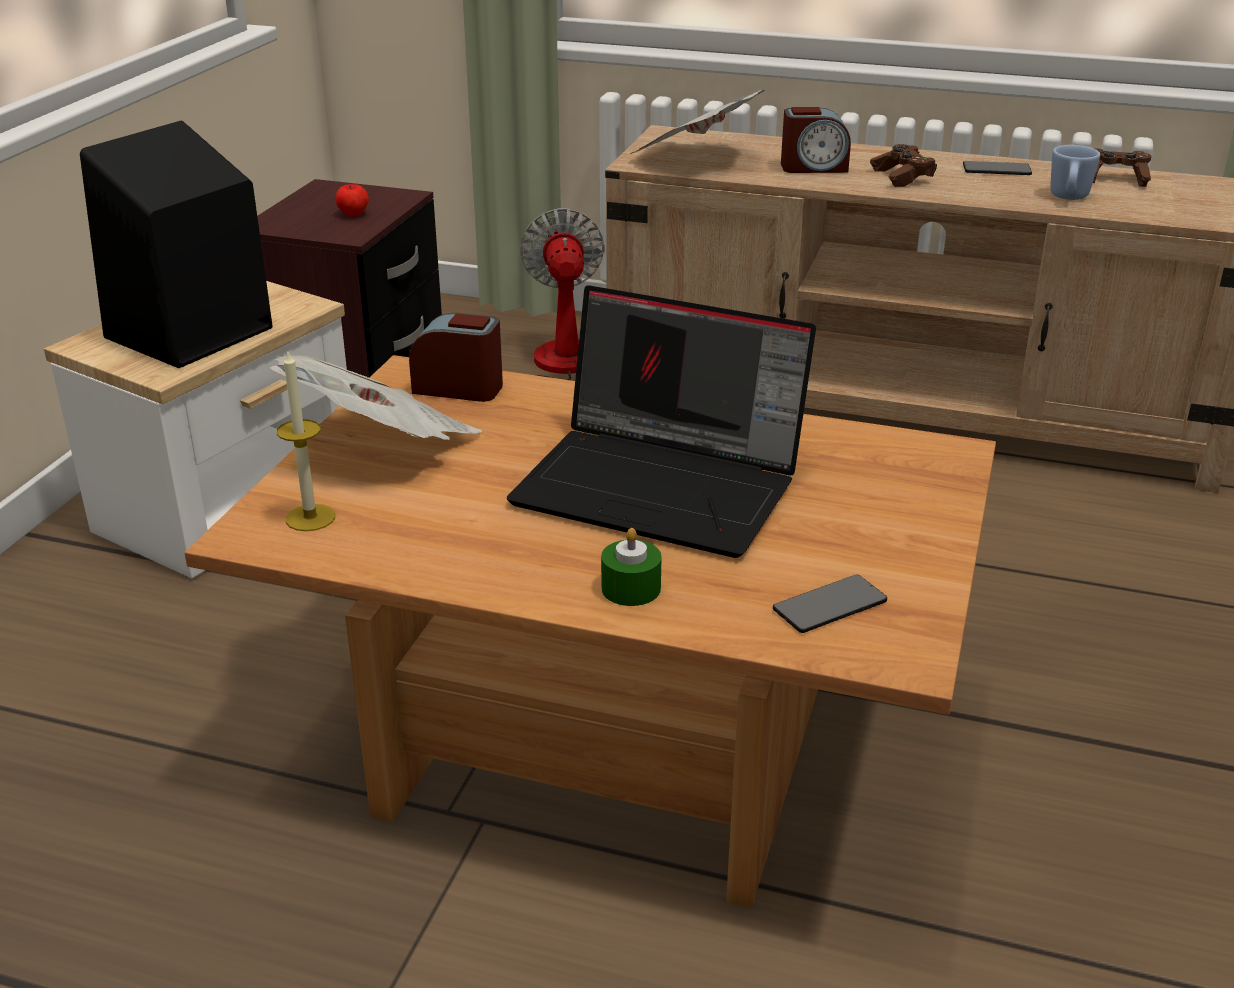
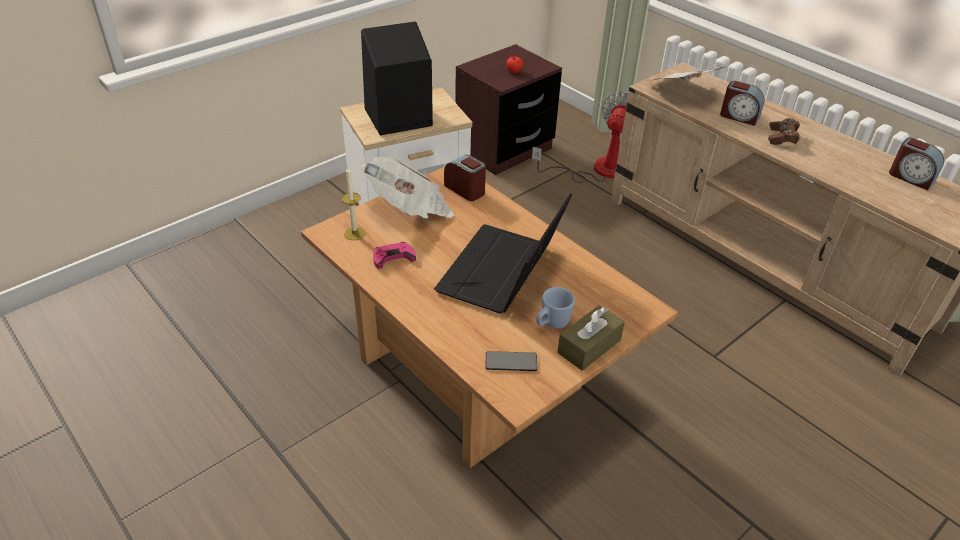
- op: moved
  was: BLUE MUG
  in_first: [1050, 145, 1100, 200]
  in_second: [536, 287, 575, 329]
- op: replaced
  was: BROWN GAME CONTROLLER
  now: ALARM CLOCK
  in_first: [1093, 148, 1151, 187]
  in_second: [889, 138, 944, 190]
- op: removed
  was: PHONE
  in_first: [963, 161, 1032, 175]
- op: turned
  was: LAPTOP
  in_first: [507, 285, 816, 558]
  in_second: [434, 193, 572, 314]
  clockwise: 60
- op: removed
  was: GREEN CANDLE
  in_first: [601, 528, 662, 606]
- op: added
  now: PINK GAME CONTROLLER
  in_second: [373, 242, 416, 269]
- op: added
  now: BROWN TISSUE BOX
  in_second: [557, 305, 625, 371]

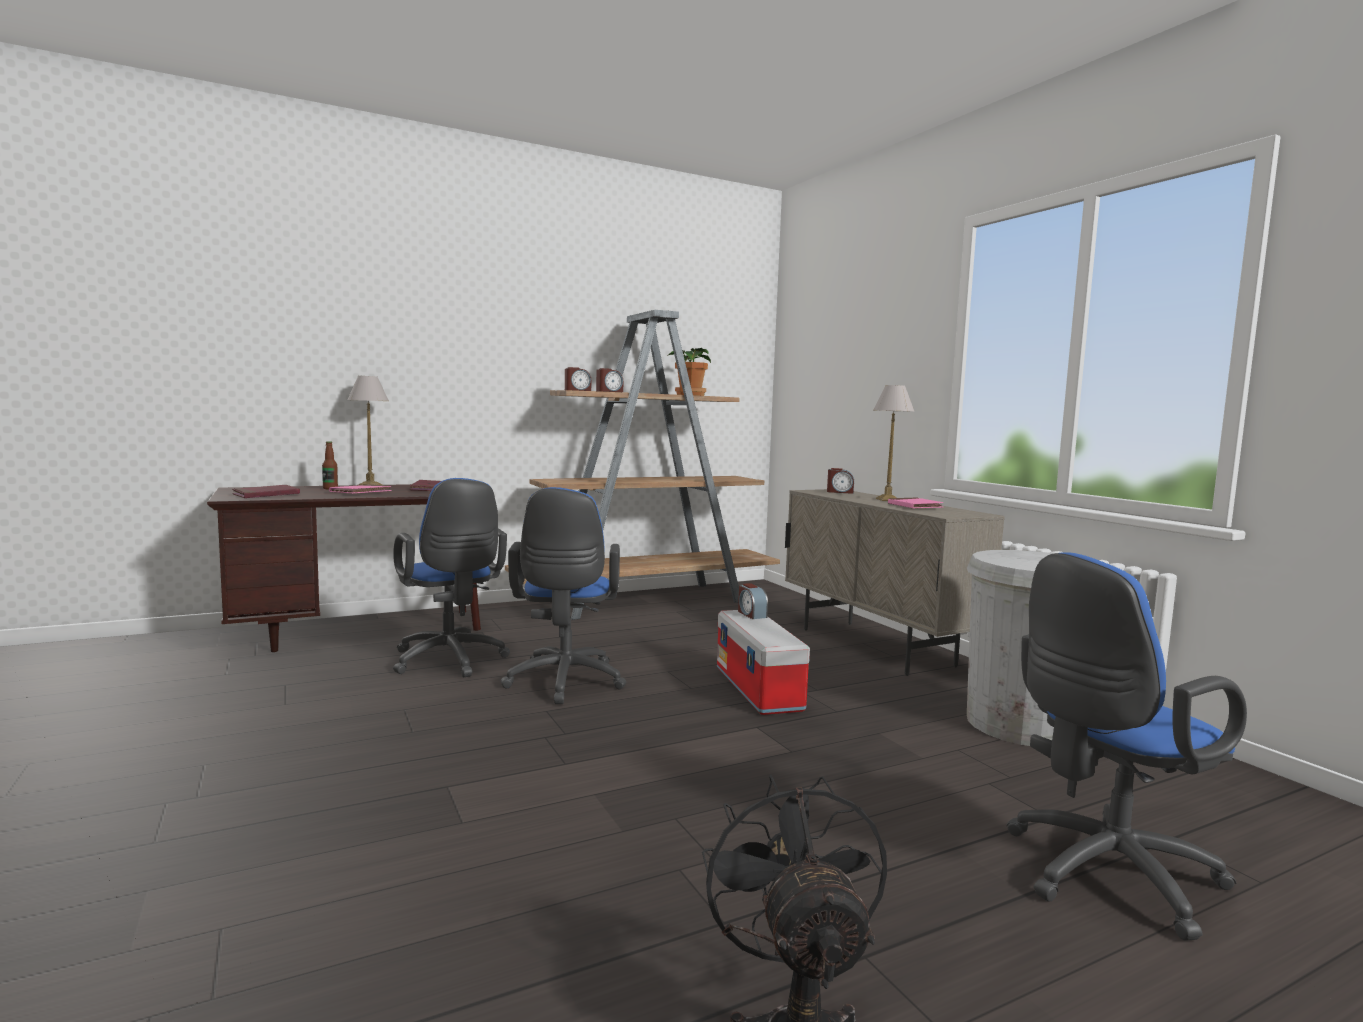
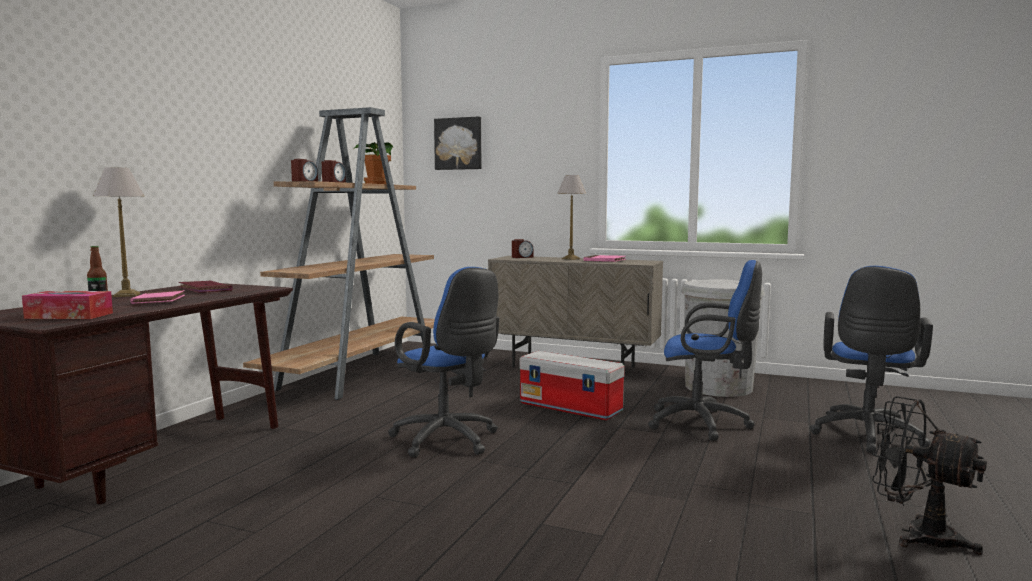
- op: moved
  was: BLUE OFFICE CHAIR
  in_first: [393, 478, 510, 677]
  in_second: [648, 260, 762, 441]
- op: replaced
  was: RED BOOK
  now: TISSUE BOX
  in_first: [232, 485, 300, 498]
  in_second: [22, 291, 113, 319]
- op: removed
  was: ALARM CLOCK
  in_first: [738, 583, 768, 619]
- op: added
  now: PICTURE
  in_second: [434, 116, 481, 170]

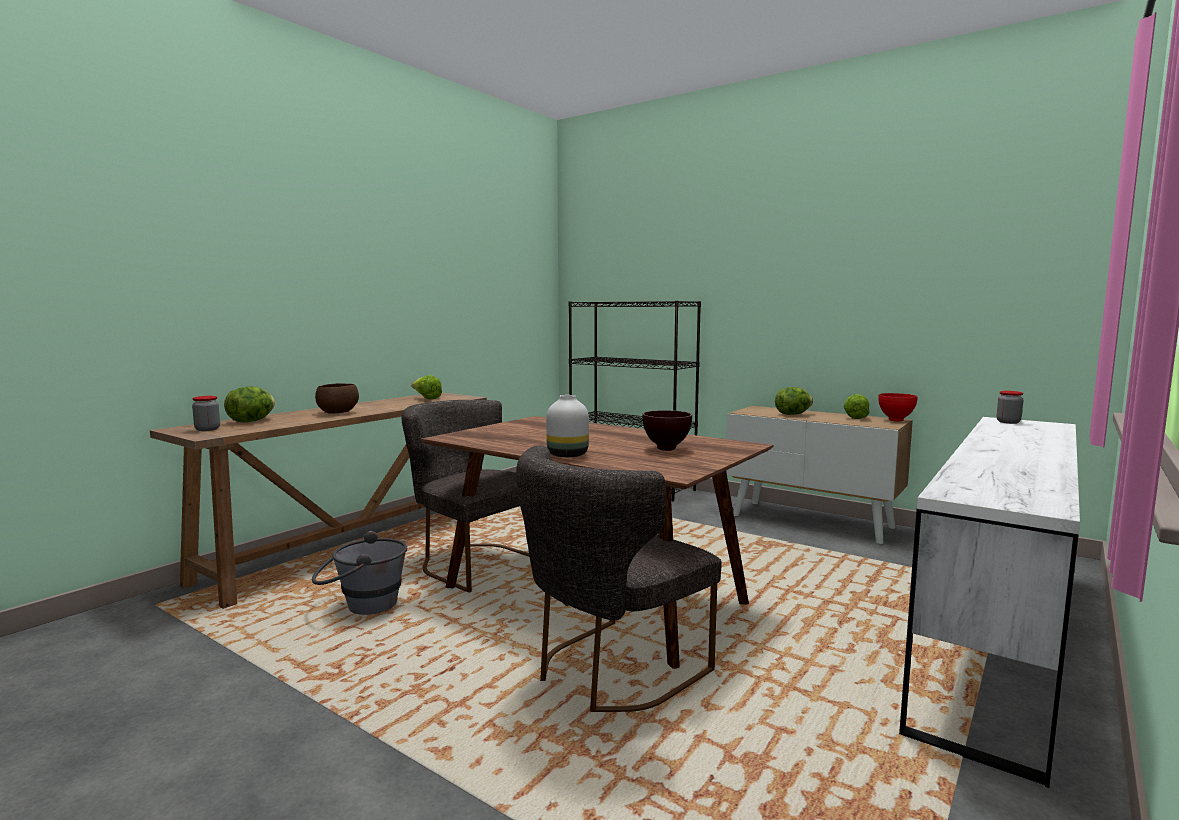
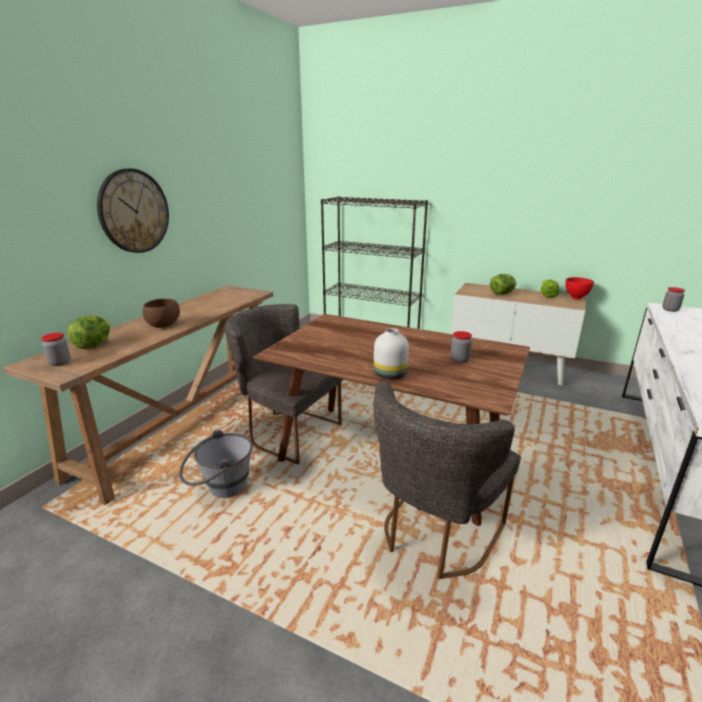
- op: removed
  was: LETTUCE
  in_first: [411, 375, 442, 400]
- op: replaced
  was: BROWN BOWL
  now: JAR
  in_first: [642, 410, 692, 451]
  in_second: [451, 331, 472, 363]
- op: added
  now: WALL CLOCK
  in_second: [97, 168, 169, 253]

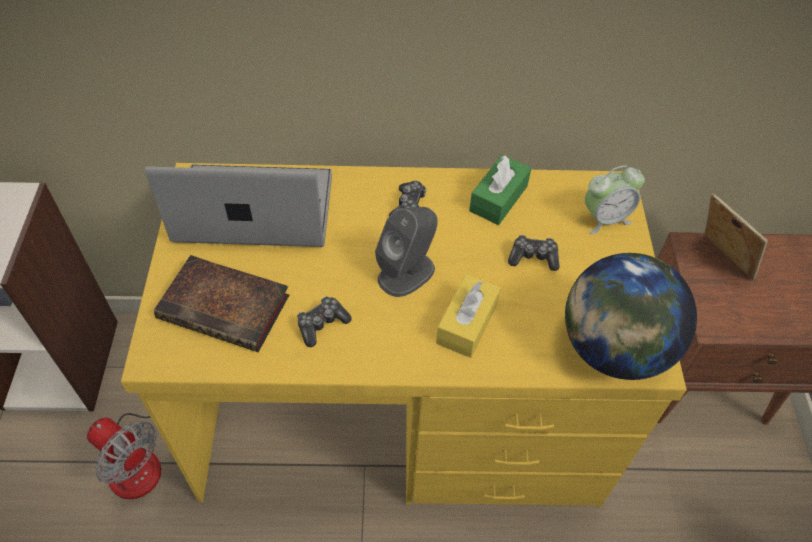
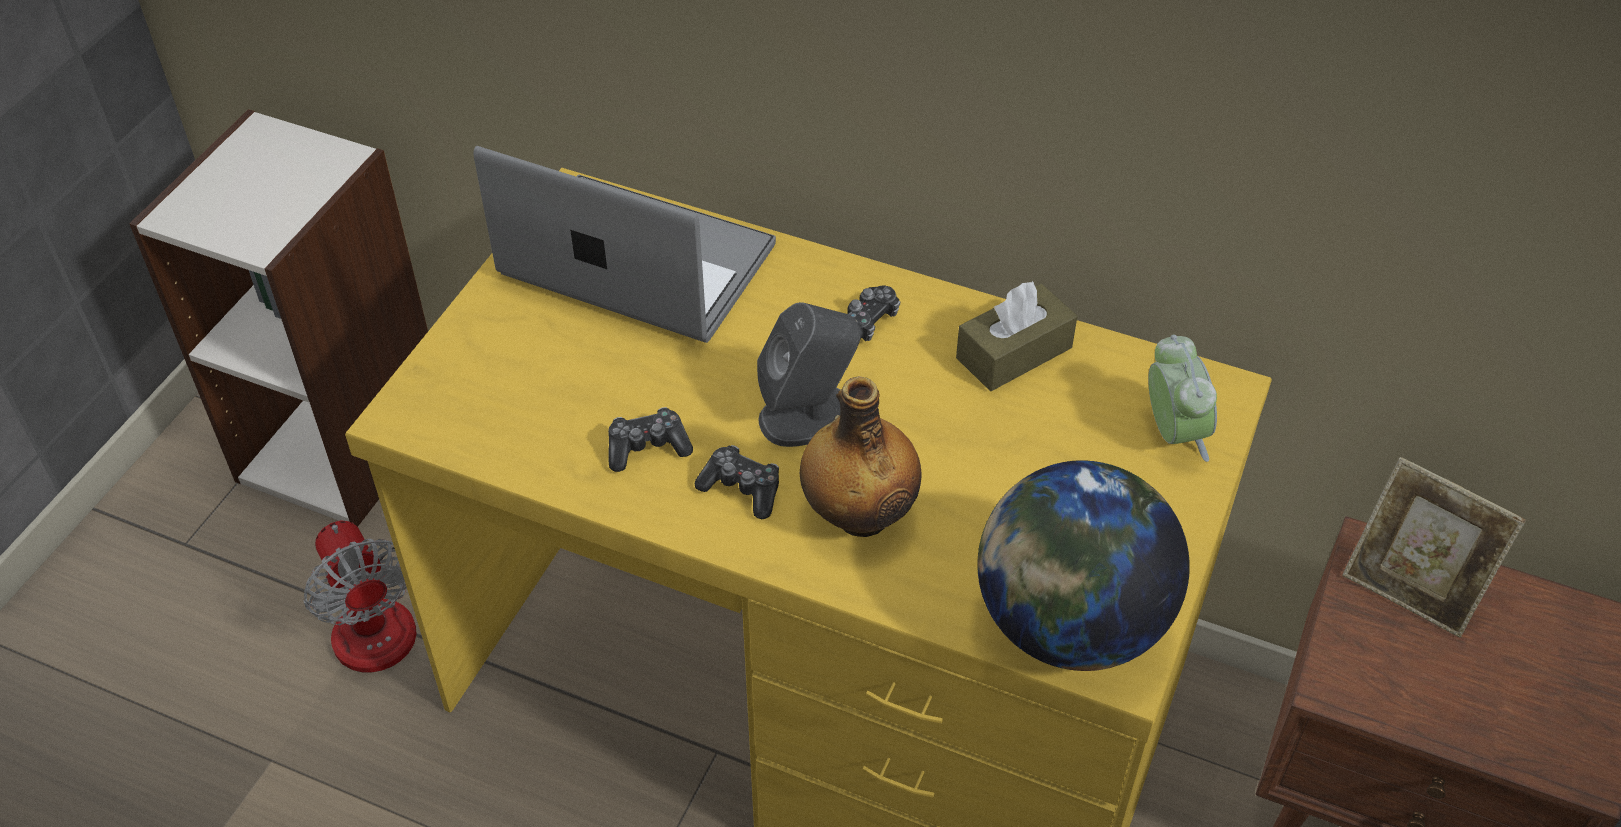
- op: recoloured
  was: GREEN TISSUE BOX
  now: BROWN TISSUE BOX
  in_first: [469, 155, 531, 225]
  in_second: [956, 281, 1077, 391]
- op: turned
  was: ALARM CLOCK
  in_first: [585, 165, 645, 234]
  in_second: [1148, 335, 1217, 462]
  clockwise: -105
- op: turned
  was: PICTURE FRAME
  in_first: [704, 193, 768, 280]
  in_second: [1342, 457, 1526, 638]
  clockwise: 135
- op: moved
  was: GAME CONTROLLER
  in_first: [508, 235, 560, 271]
  in_second: [695, 445, 779, 519]
- op: removed
  was: BOOK
  in_first: [154, 255, 289, 352]
- op: replaced
  was: YELLOW TISSUE BOX
  now: BOTTLE
  in_first: [436, 274, 501, 358]
  in_second: [800, 376, 921, 537]

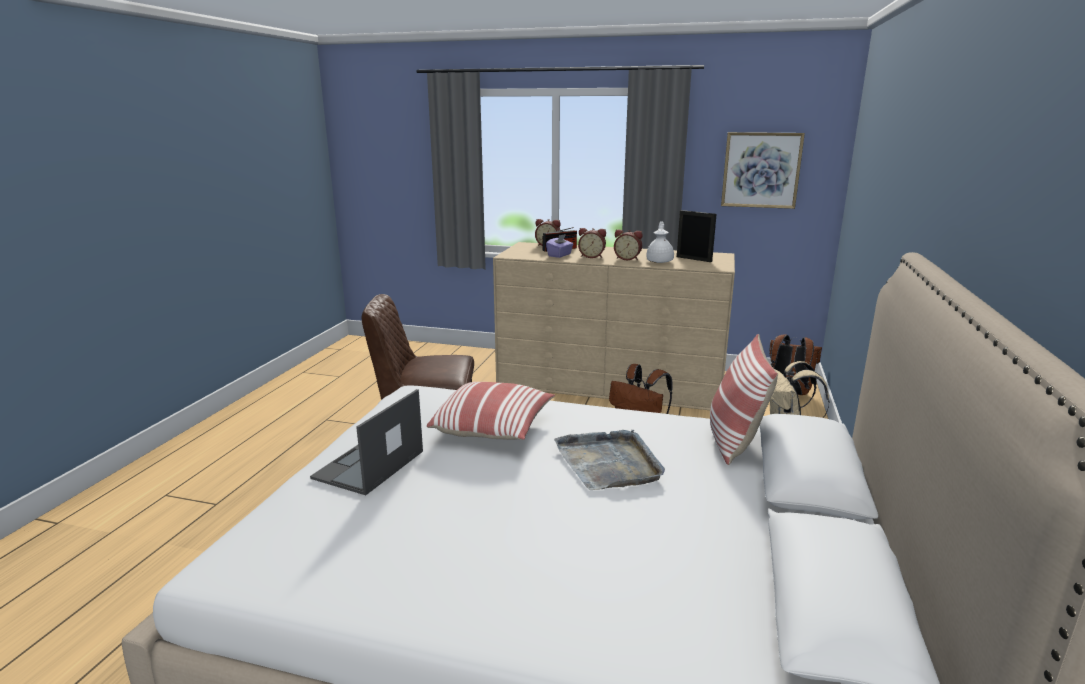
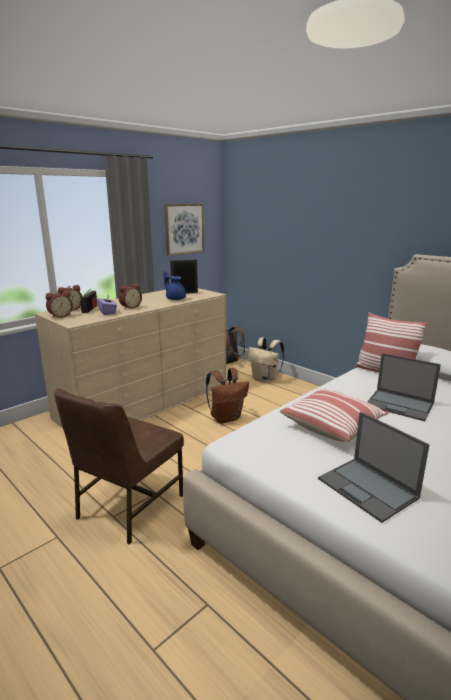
- op: recoloured
  was: WHITE TEAPOT
  now: BLUE TEAPOT
  in_first: [646, 221, 674, 263]
  in_second: [164, 271, 186, 300]
- op: moved
  was: ALARM CLOCK
  in_first: [614, 229, 643, 260]
  in_second: [46, 290, 73, 318]
- op: replaced
  was: GREY TRAY
  now: LAPTOP
  in_first: [554, 430, 665, 490]
  in_second: [367, 353, 441, 421]

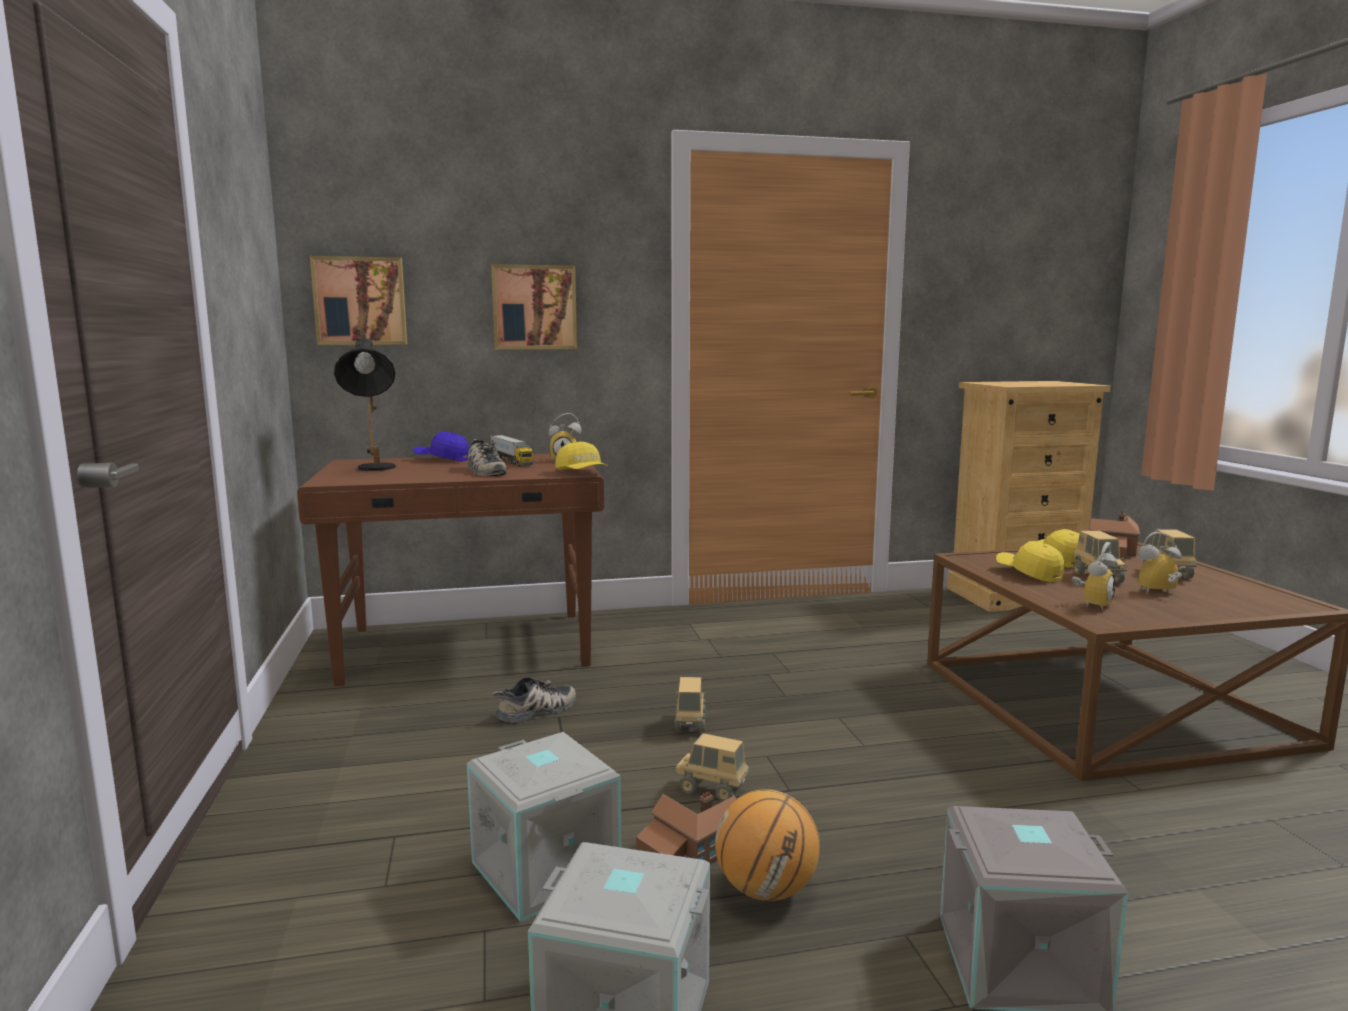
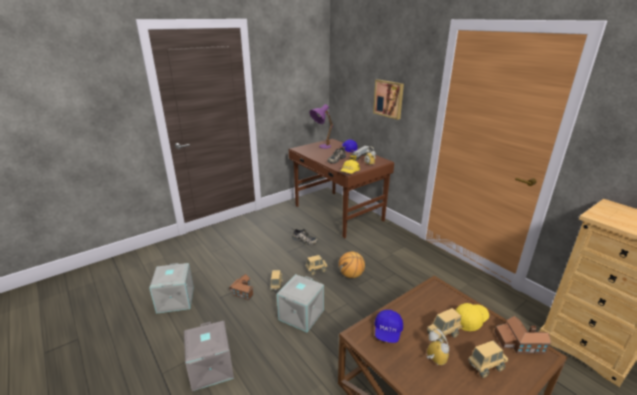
- op: removed
  was: PICTURE
  in_first: [310, 256, 407, 345]
- op: recoloured
  was: BLACK TABLE LAMP
  now: PURPLE TABLE LAMP
  in_first: [334, 338, 396, 471]
  in_second: [309, 104, 333, 149]
- op: removed
  was: YELLOW CAP
  in_first: [996, 541, 1064, 583]
- op: replaced
  was: ALARM CLOCK
  now: BLUE CAP
  in_first: [1072, 542, 1118, 611]
  in_second: [374, 310, 403, 343]
- op: moved
  was: GREY STORAGE BOX
  in_first: [467, 732, 622, 922]
  in_second: [277, 274, 324, 332]
- op: moved
  was: BASKETBALL
  in_first: [715, 789, 820, 901]
  in_second: [339, 252, 365, 278]

